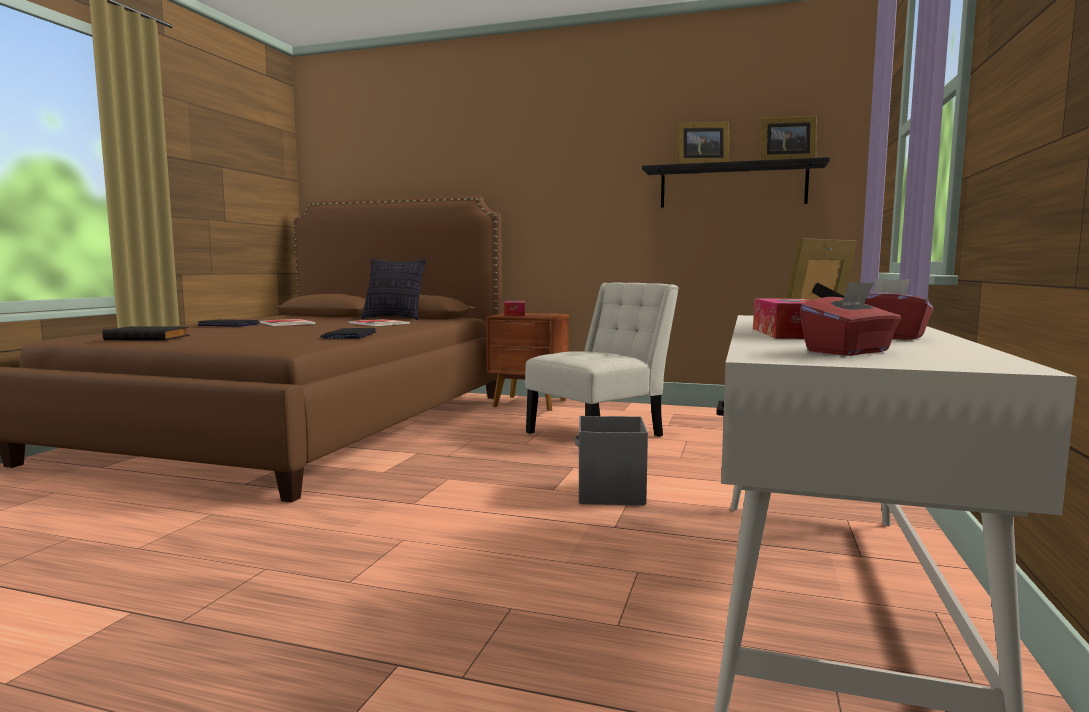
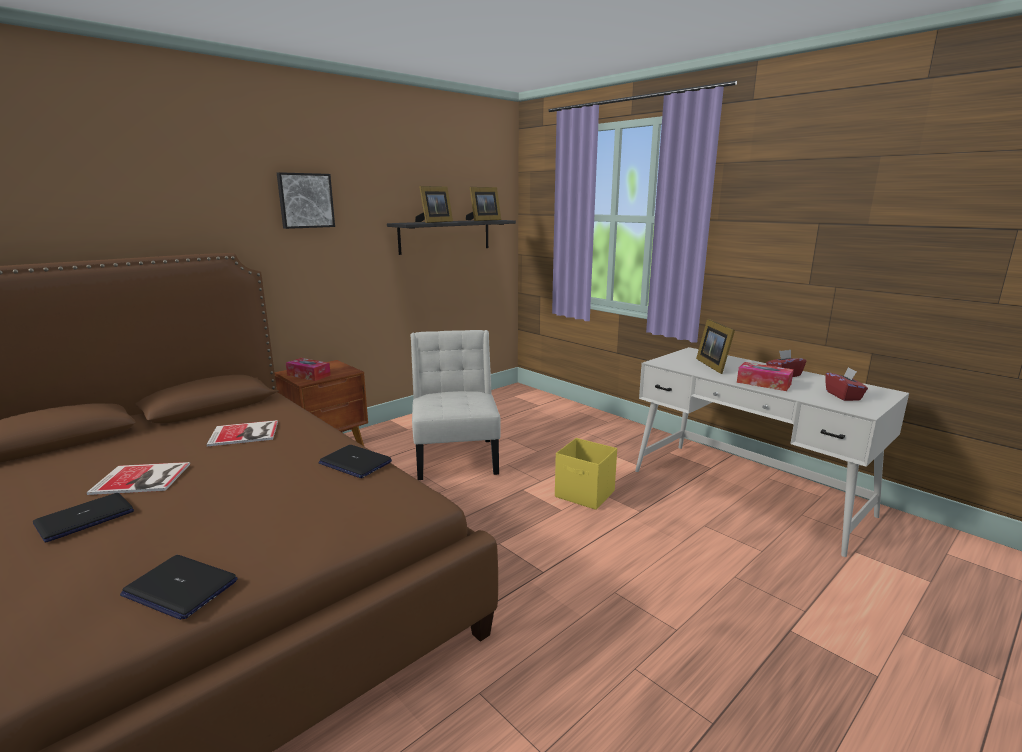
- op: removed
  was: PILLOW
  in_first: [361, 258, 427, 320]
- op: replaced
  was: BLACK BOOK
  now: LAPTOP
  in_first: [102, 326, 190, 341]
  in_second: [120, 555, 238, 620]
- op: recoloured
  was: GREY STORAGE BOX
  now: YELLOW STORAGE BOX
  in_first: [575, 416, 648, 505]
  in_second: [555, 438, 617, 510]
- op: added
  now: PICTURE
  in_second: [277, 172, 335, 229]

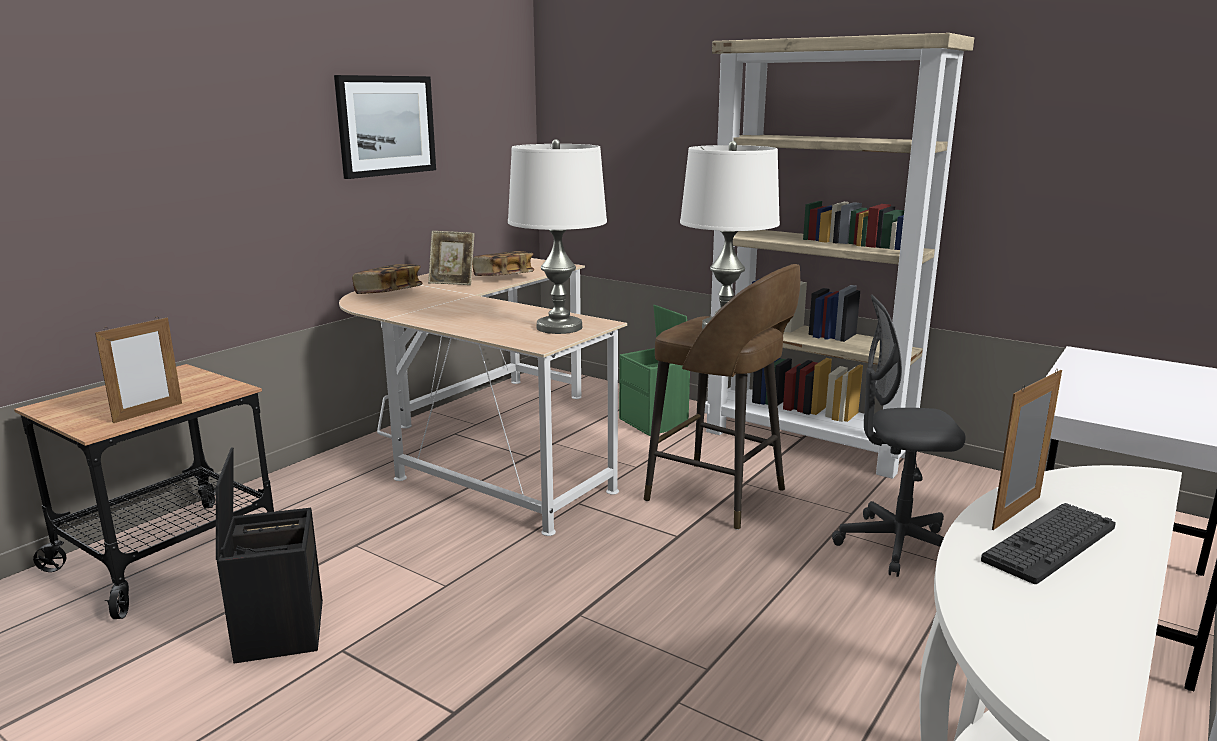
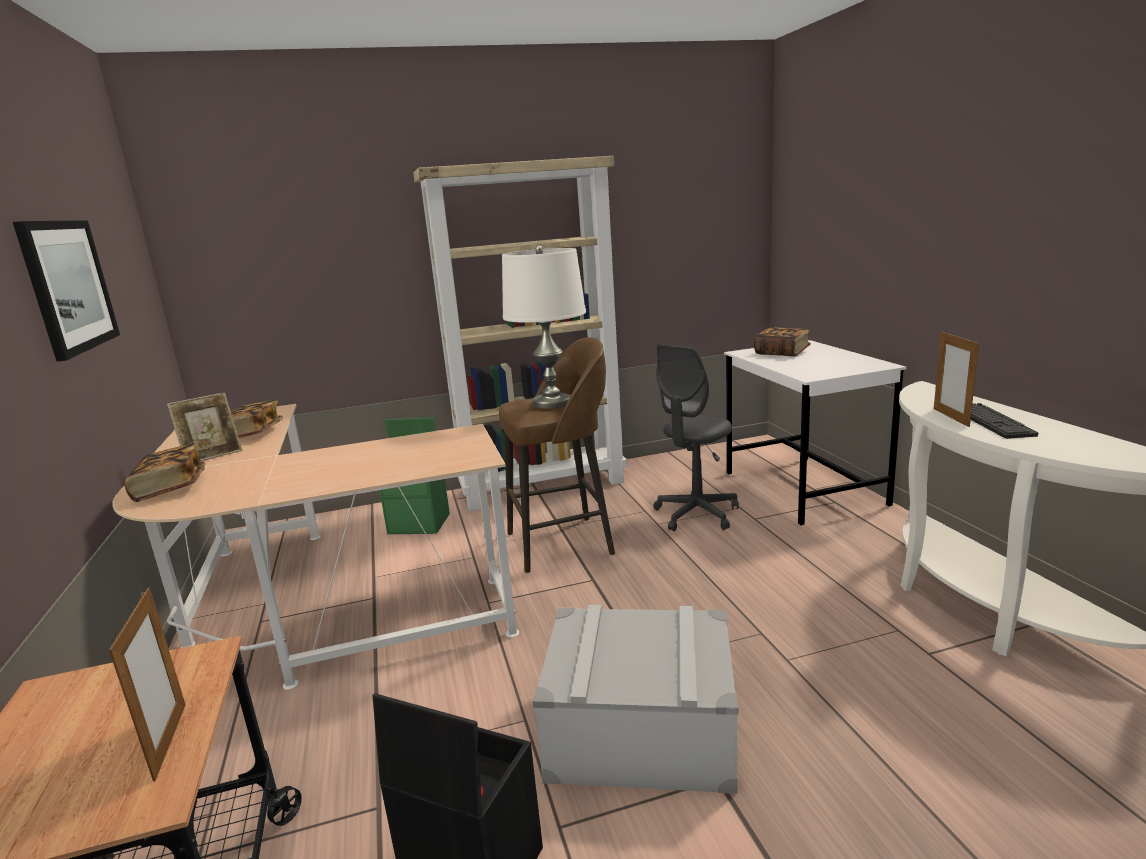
- op: removed
  was: WHITE TABLE LAMP
  in_first: [508, 139, 607, 334]
- op: added
  now: BOOK
  in_second: [754, 327, 811, 357]
- op: added
  now: GREY STORAGE BOX
  in_second: [533, 605, 739, 794]

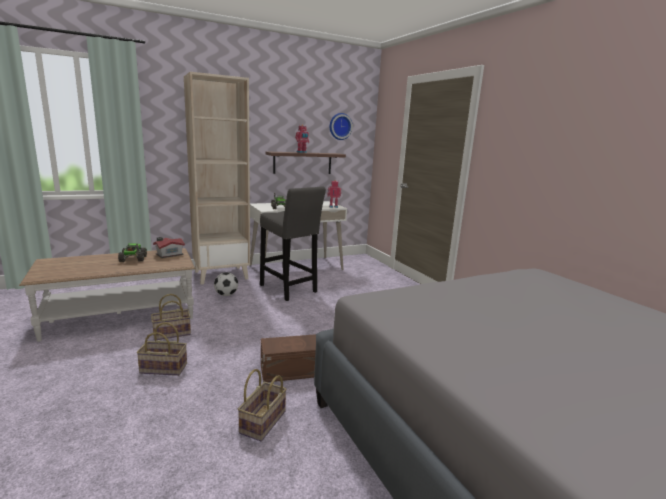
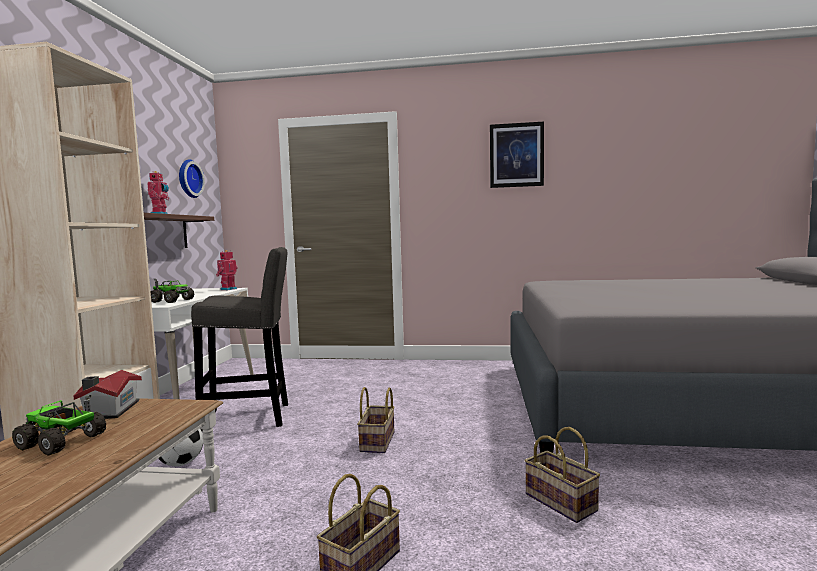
- op: moved
  was: BASKET
  in_first: [151, 294, 191, 341]
  in_second: [357, 387, 394, 453]
- op: removed
  was: BROWN STORAGE BOX
  in_first: [261, 334, 316, 382]
- op: added
  now: PICTURE
  in_second: [490, 122, 544, 188]

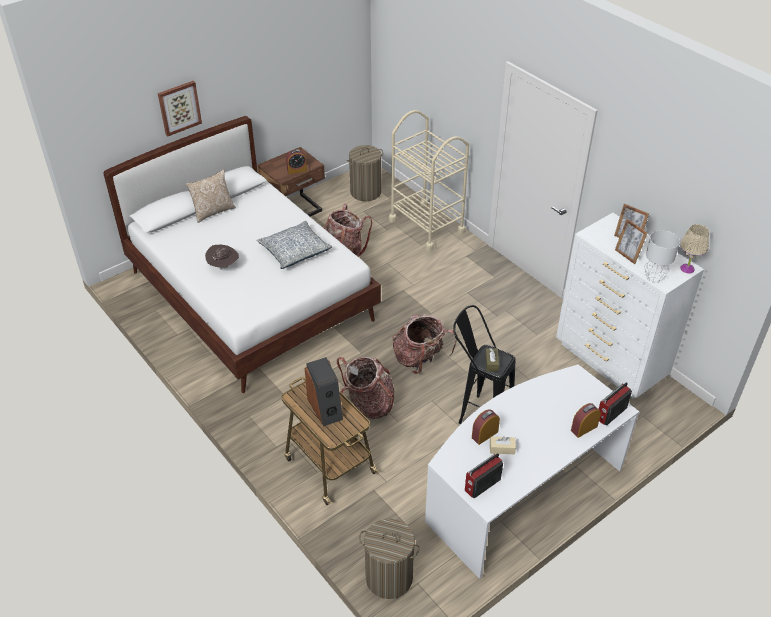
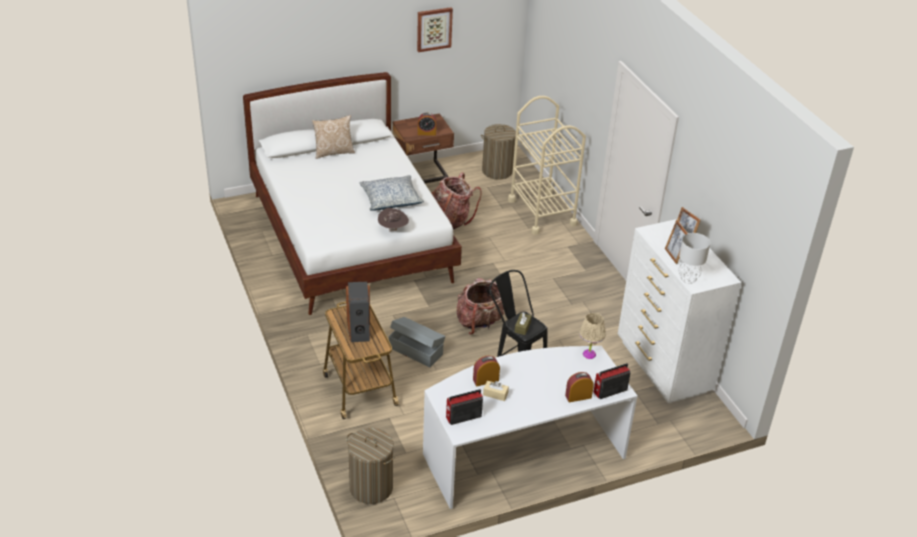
- op: moved
  was: PICTURE
  in_first: [158, 81, 202, 136]
  in_second: [417, 7, 453, 52]
- op: moved
  was: BEIGE TABLE LAMP
  in_first: [680, 224, 709, 274]
  in_second: [579, 313, 606, 359]
- op: moved
  was: BROWN HAT
  in_first: [205, 245, 239, 270]
  in_second: [378, 208, 409, 232]
- op: replaced
  was: BACKPACK
  now: GREY STORAGE BOX
  in_first: [337, 357, 394, 419]
  in_second: [389, 317, 445, 367]

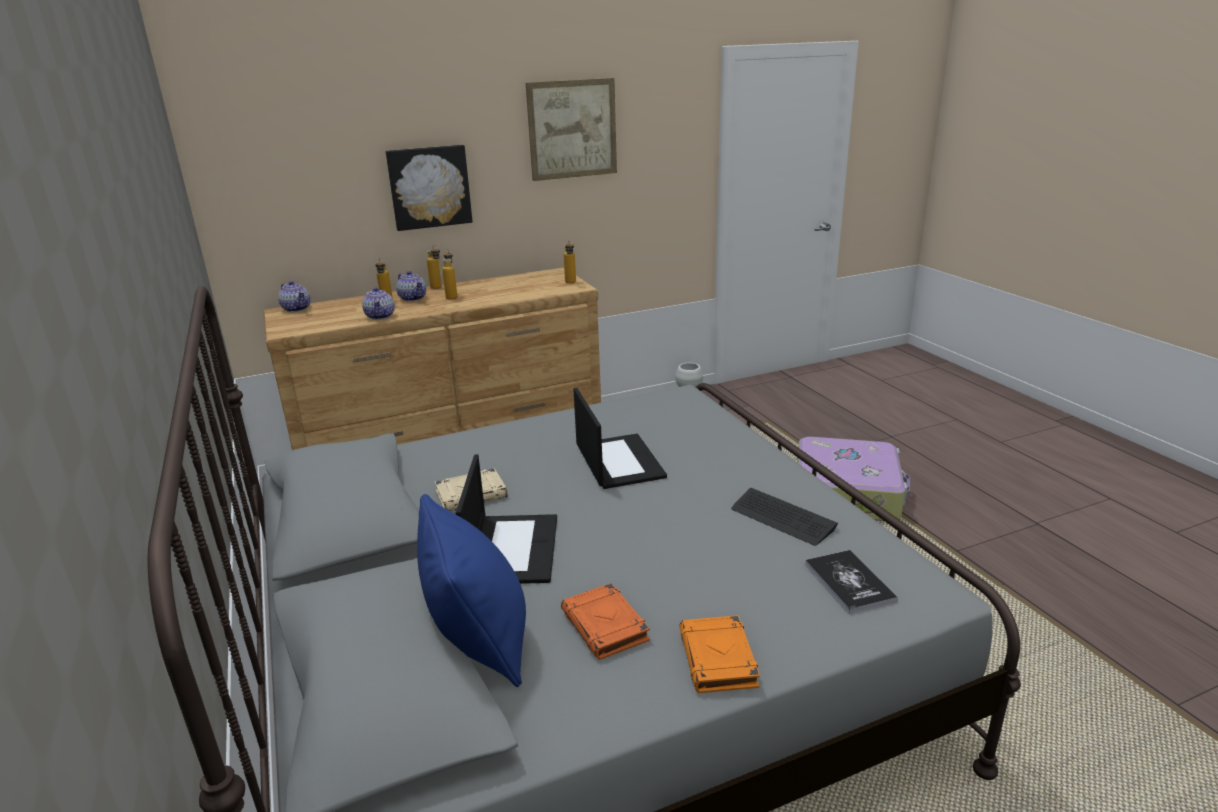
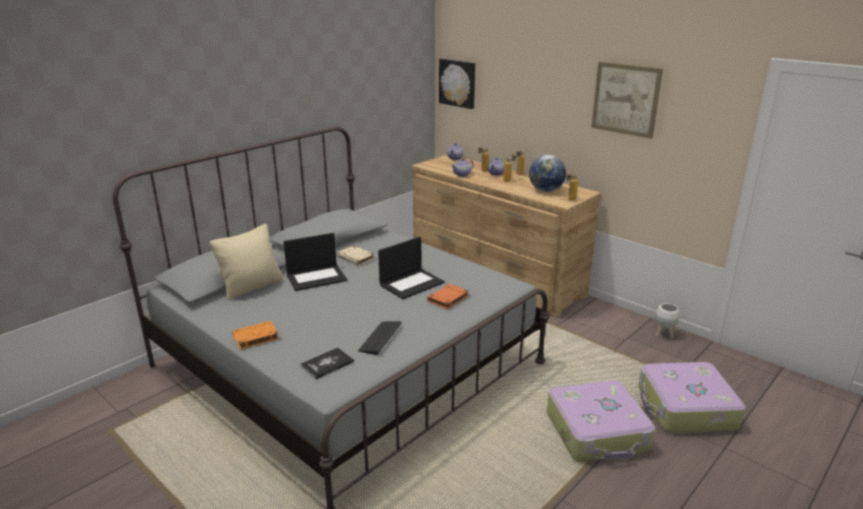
- op: moved
  was: PICTURE
  in_first: [385, 145, 473, 231]
  in_second: [439, 59, 475, 109]
- op: recoloured
  was: BLUE PILLOW
  now: BEIGE PILLOW
  in_first: [417, 494, 526, 687]
  in_second: [210, 224, 283, 300]
- op: moved
  was: ORANGE BOOK
  in_first: [561, 583, 650, 660]
  in_second: [427, 284, 469, 310]
- op: added
  now: GLOBE
  in_second: [529, 155, 566, 192]
- op: added
  now: SUITCASE
  in_second: [638, 362, 746, 433]

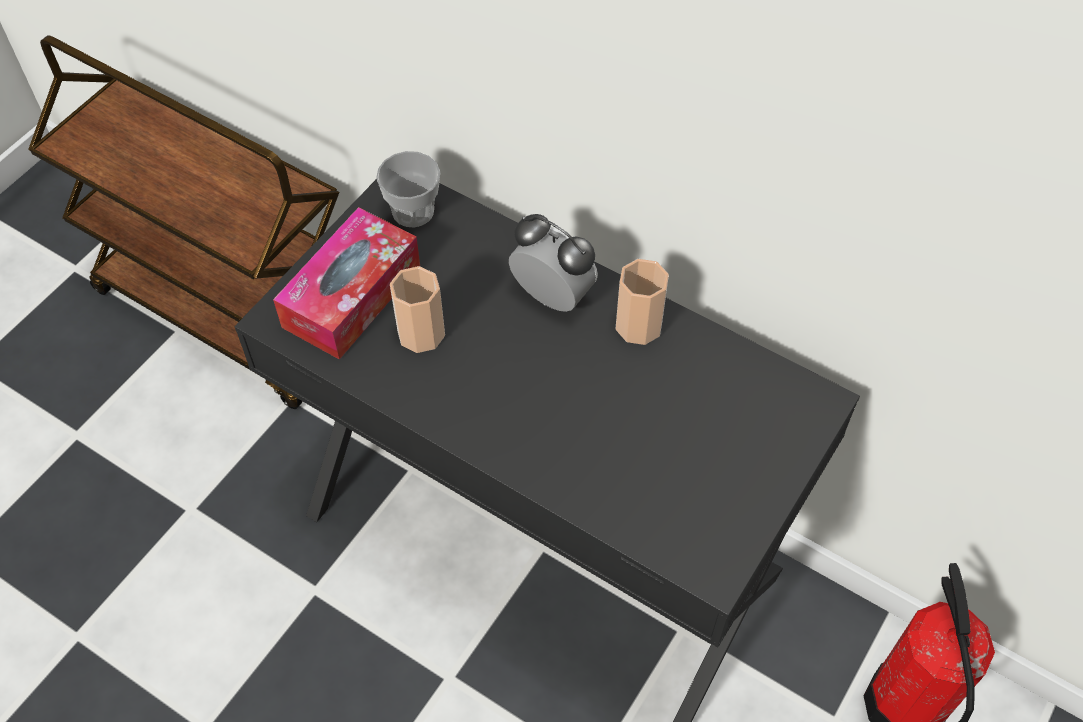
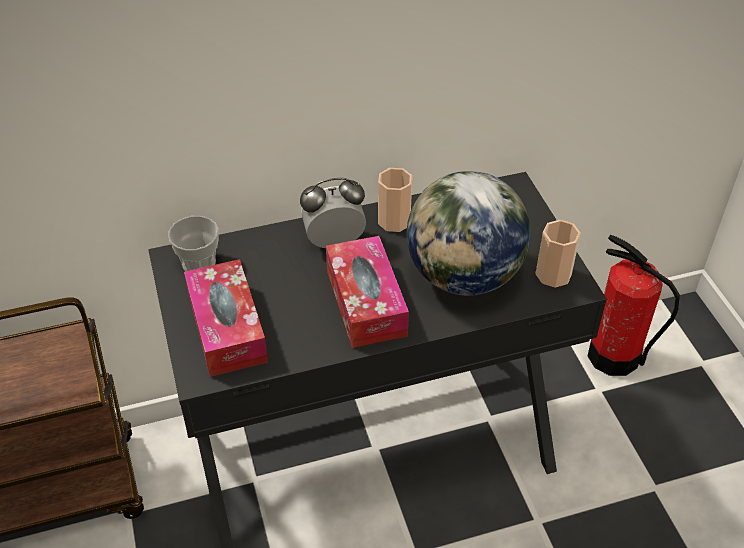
- op: moved
  was: CUP
  in_first: [390, 266, 445, 353]
  in_second: [535, 220, 581, 288]
- op: added
  now: GLOBE
  in_second: [407, 171, 531, 296]
- op: added
  now: TISSUE BOX
  in_second: [326, 236, 409, 348]

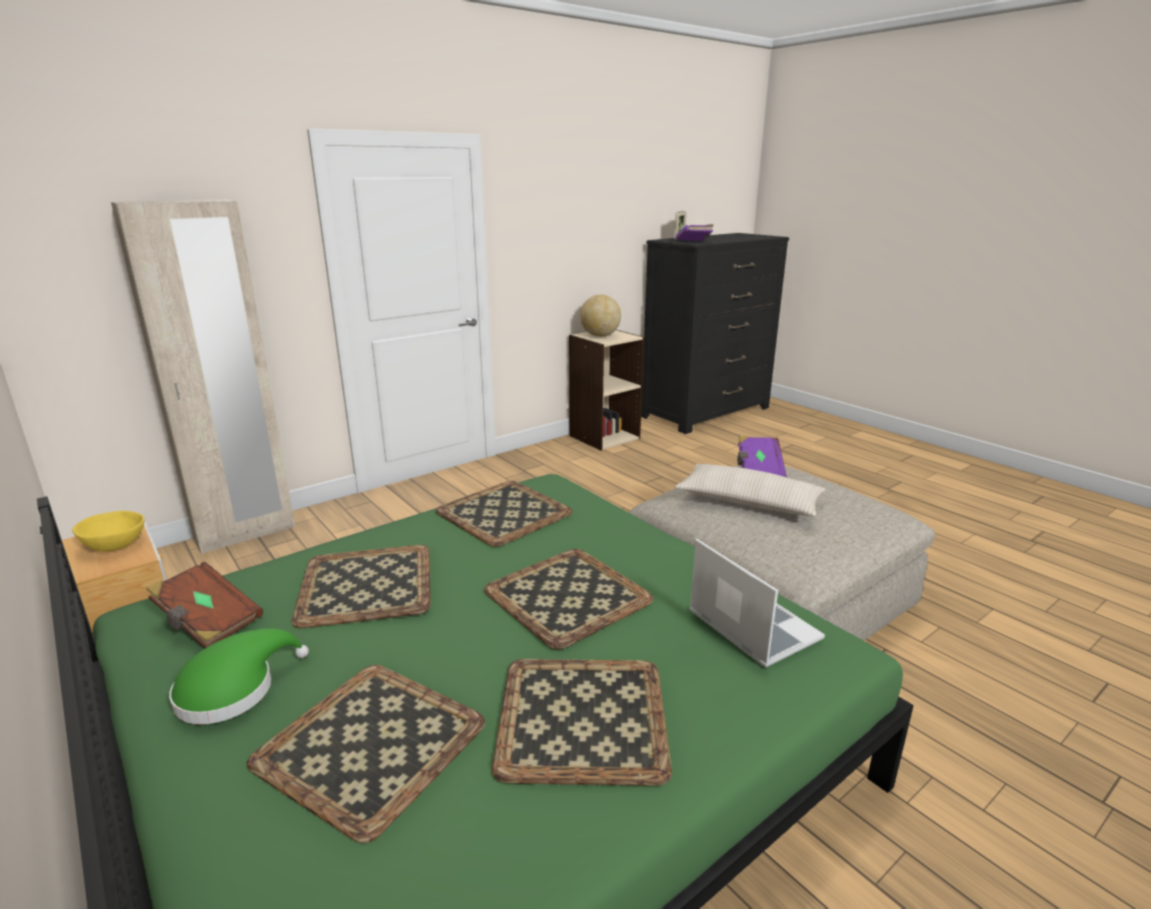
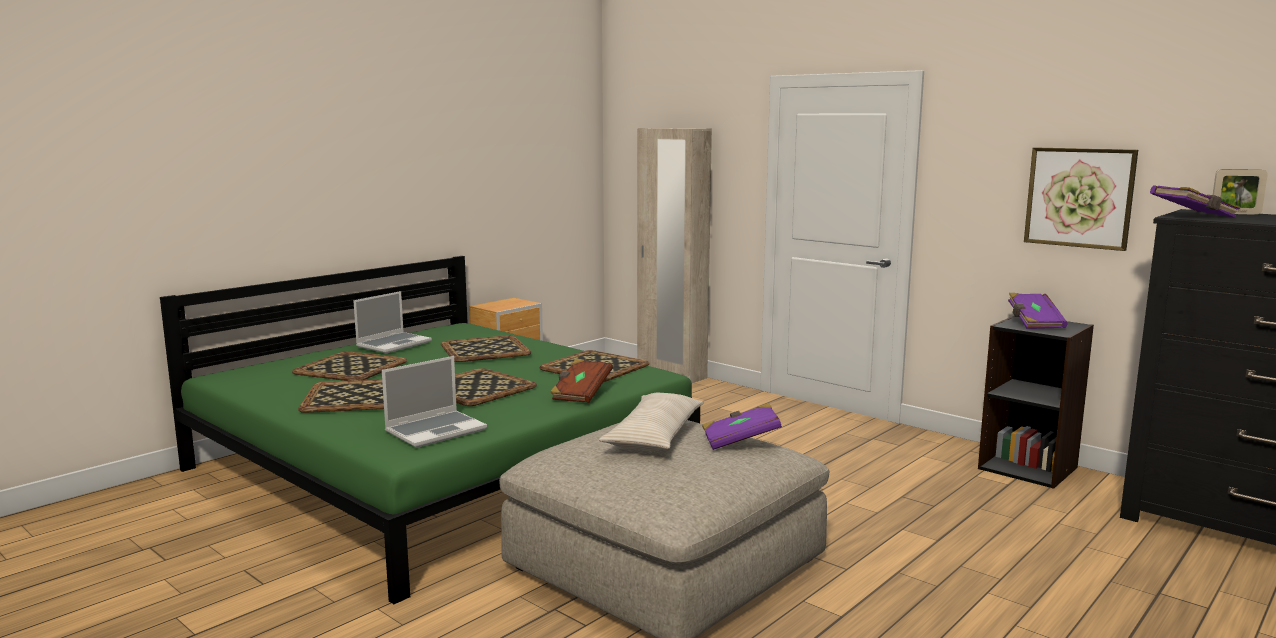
- op: replaced
  was: GLOBE
  now: PURPLE BOOK
  in_first: [580, 294, 621, 337]
  in_second: [1008, 293, 1068, 329]
- op: recoloured
  was: BEIGE BOOKCASE
  now: BLACK BOOKCASE
  in_first: [569, 330, 644, 450]
  in_second: [978, 316, 1094, 489]
- op: removed
  was: YELLOW BOWL
  in_first: [72, 511, 144, 552]
- op: moved
  was: BROWN BOOK
  in_first: [147, 561, 263, 648]
  in_second: [550, 358, 613, 403]
- op: replaced
  was: GREEN HAT
  now: LAPTOP
  in_first: [169, 628, 309, 724]
  in_second: [353, 291, 432, 353]
- op: added
  now: PICTURE
  in_second: [1024, 148, 1138, 251]

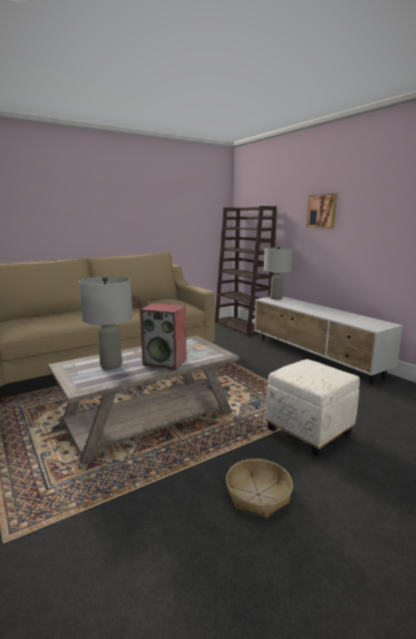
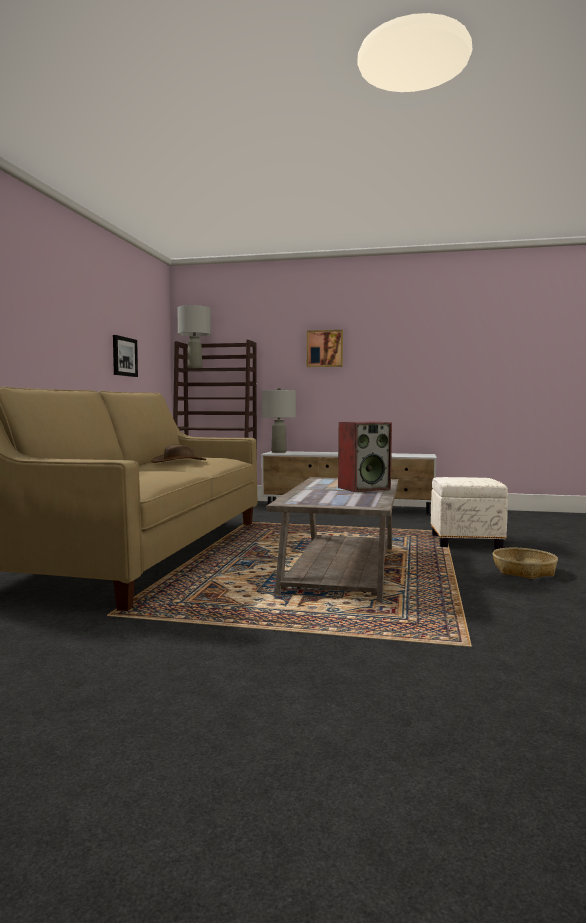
- op: moved
  was: GREY TABLE LAMP
  in_first: [79, 276, 133, 370]
  in_second: [177, 305, 211, 368]
- op: added
  now: PICTURE
  in_second: [113, 335, 138, 377]

